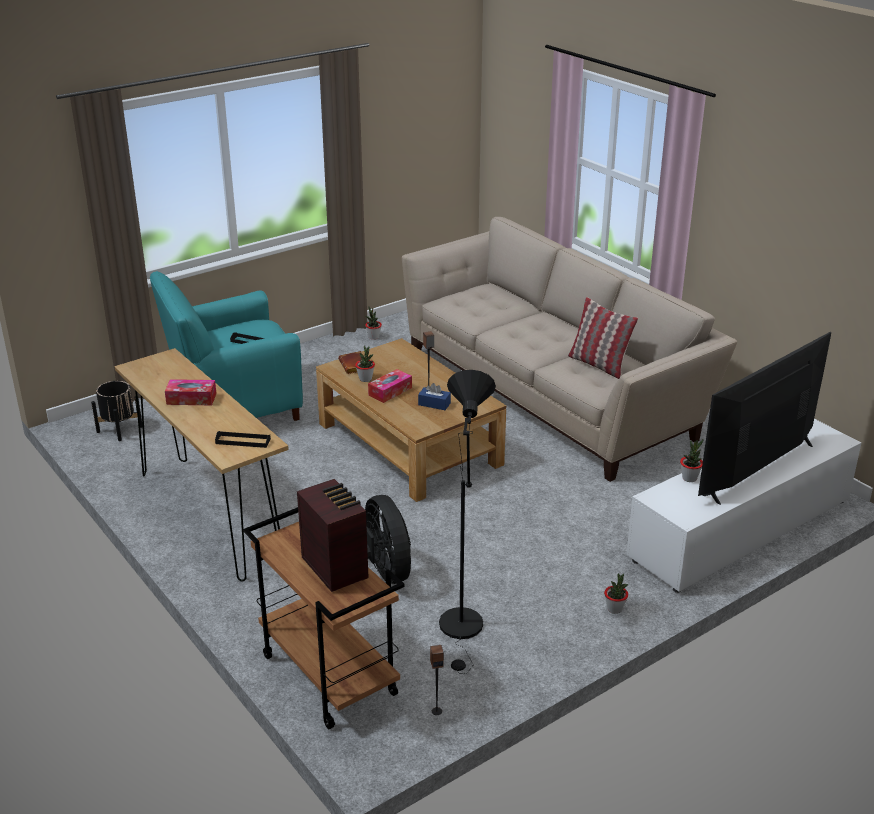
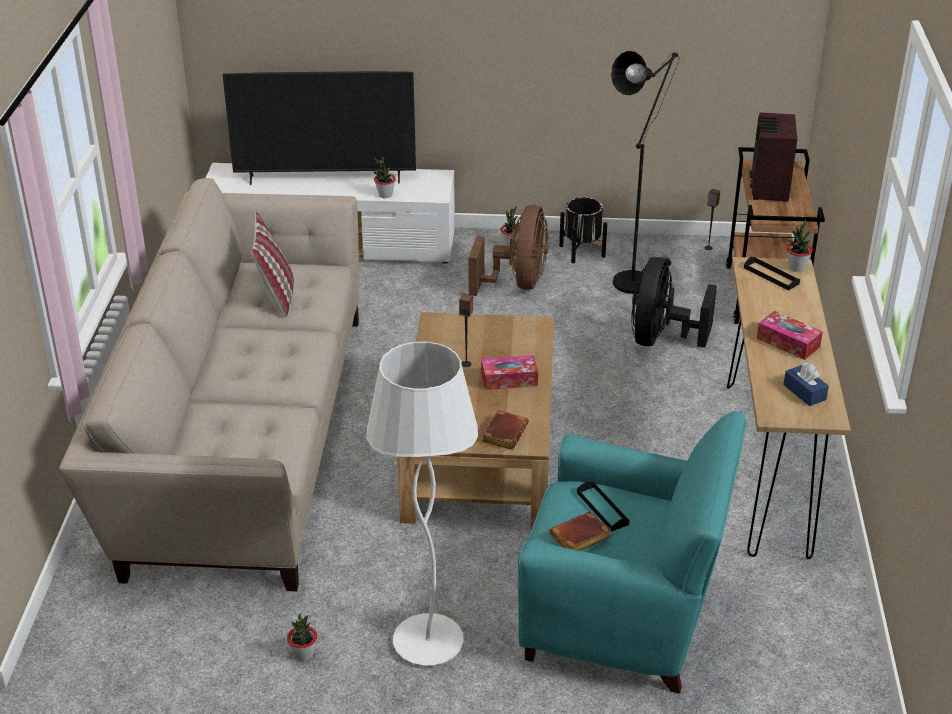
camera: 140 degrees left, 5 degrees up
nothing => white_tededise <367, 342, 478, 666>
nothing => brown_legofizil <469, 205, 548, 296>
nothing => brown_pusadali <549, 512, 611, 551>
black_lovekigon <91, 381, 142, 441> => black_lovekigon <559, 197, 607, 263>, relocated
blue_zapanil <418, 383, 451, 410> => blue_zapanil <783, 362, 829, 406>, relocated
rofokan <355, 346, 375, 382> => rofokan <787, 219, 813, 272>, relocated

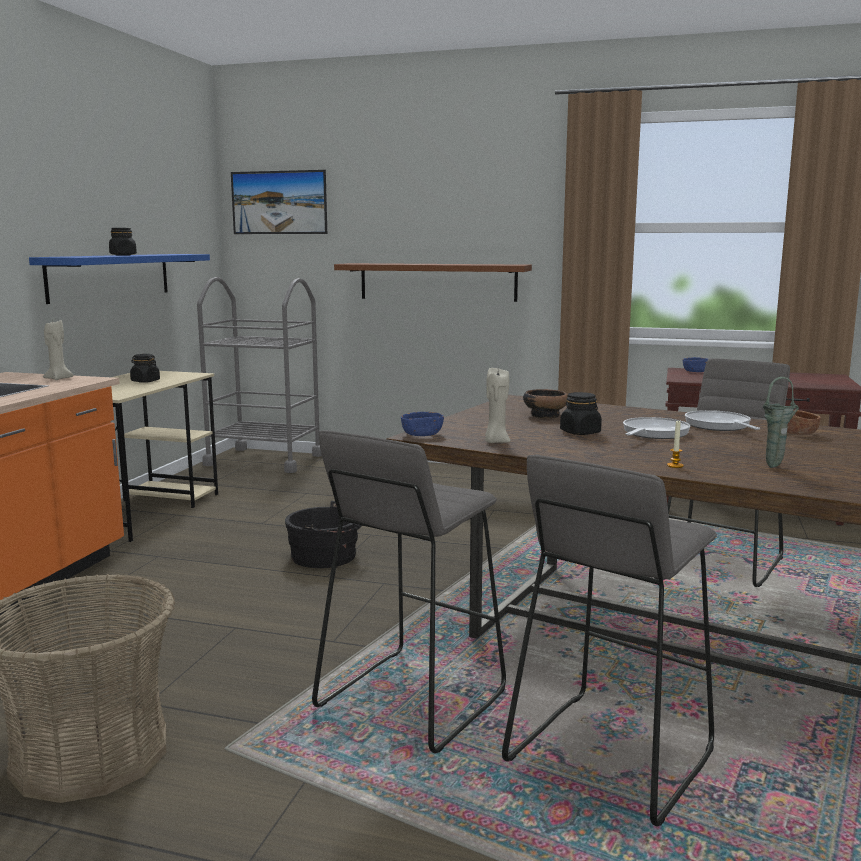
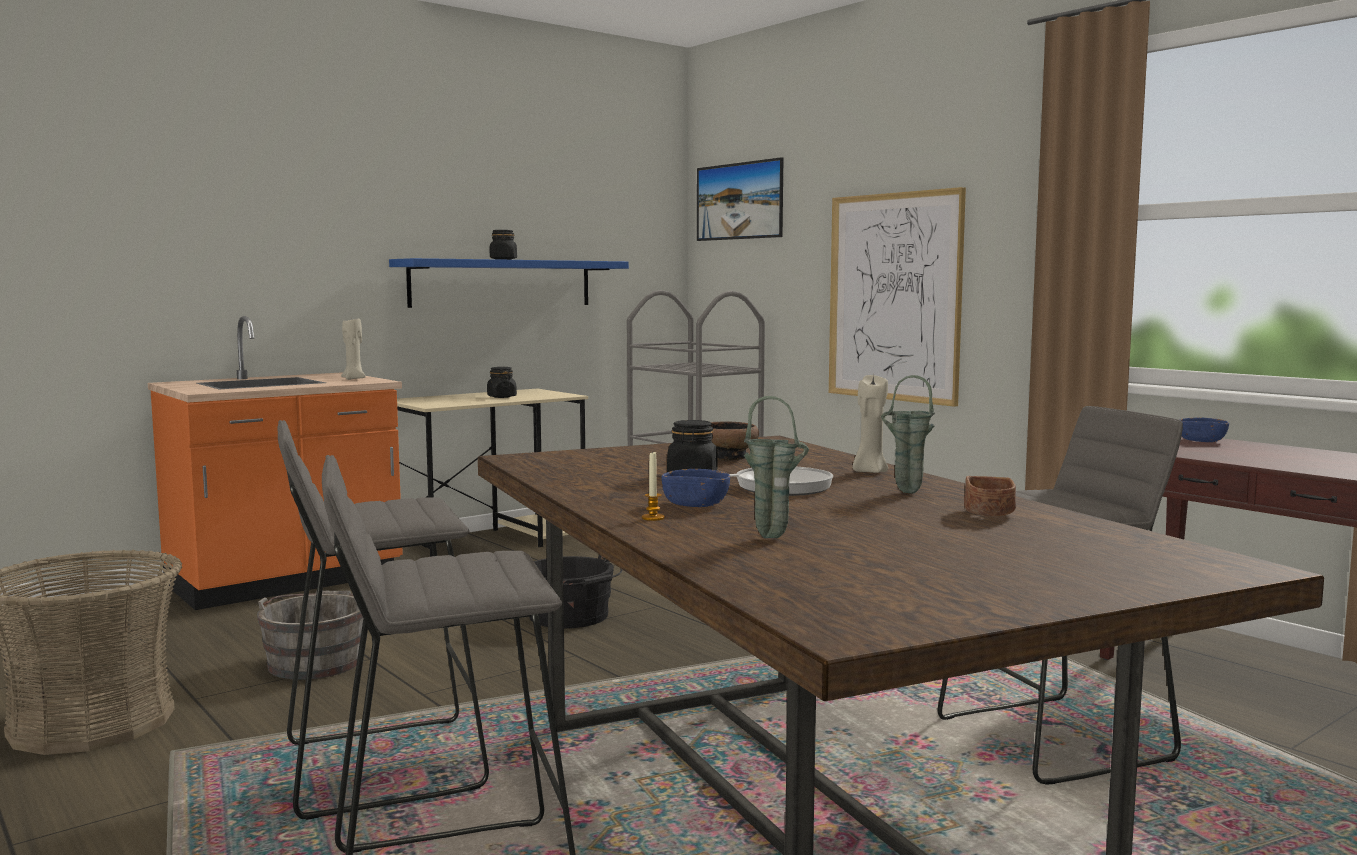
camera: 35 degrees right, 5 degrees down
nothing => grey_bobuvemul <257, 591, 363, 680>
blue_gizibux <401, 412, 444, 436> => blue_gizibux <662, 469, 730, 507>, relocated
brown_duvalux <334, 263, 532, 302> => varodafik <829, 187, 966, 407>
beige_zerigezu <485, 368, 511, 443> => beige_zerigezu <852, 374, 888, 473>, relocated
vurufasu <685, 410, 760, 431> => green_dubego <881, 375, 935, 493>

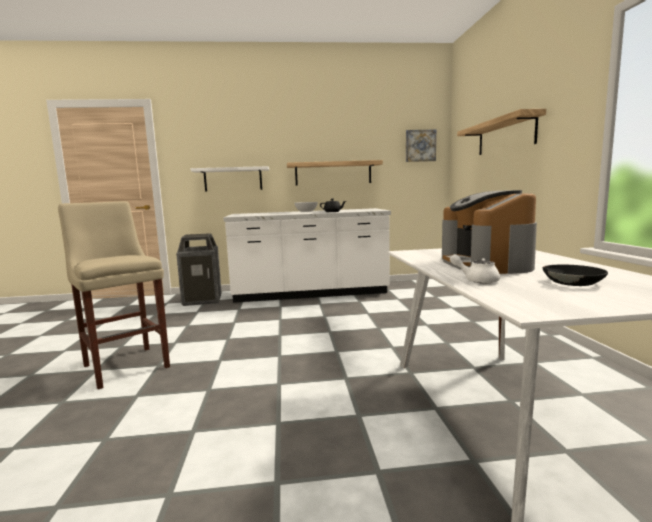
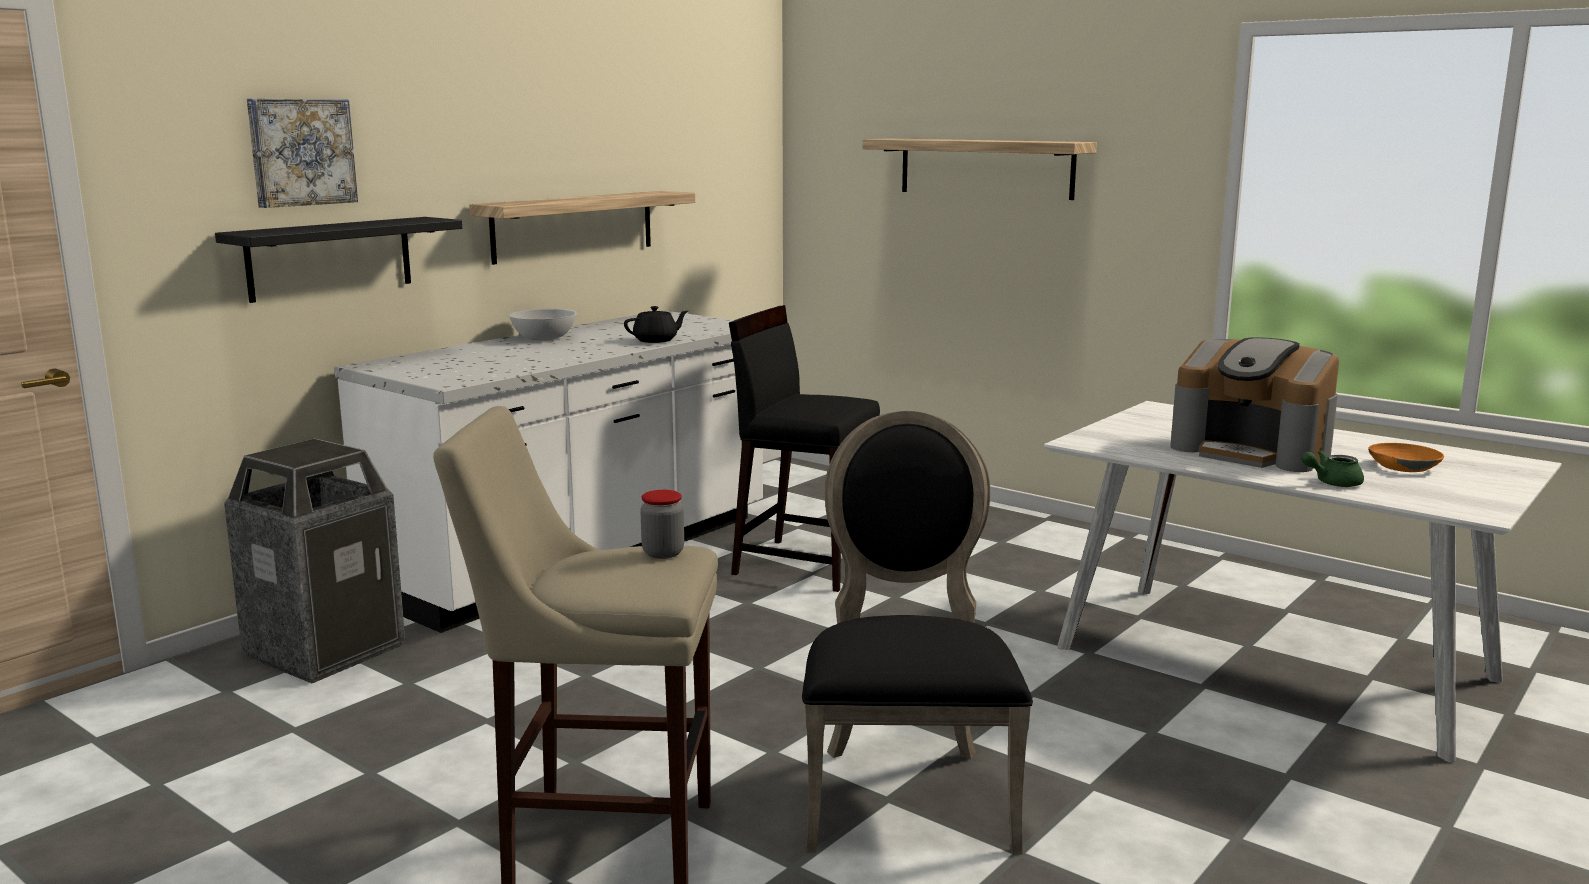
camera: 45 degrees left, 5 degrees up
white_duvalux <190, 166, 269, 192> => black_duvalux <215, 217, 462, 303>
varodafik <406, 130, 436, 162> => varodafik <247, 99, 358, 208>, relocated
nothing => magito <640, 490, 684, 559>
nothing => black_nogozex <729, 305, 880, 592>
nothing => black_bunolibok <802, 411, 1033, 855>
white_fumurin <450, 254, 500, 284> => green_fumurin <1301, 451, 1364, 487>
black_gizibux <543, 265, 608, 286> => orange_gizibux <1368, 443, 1444, 472>

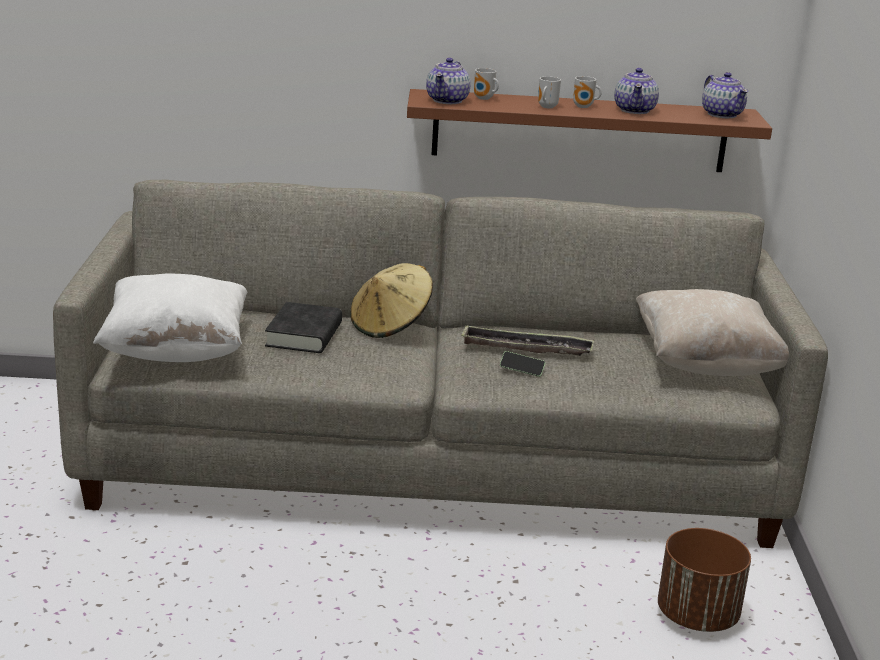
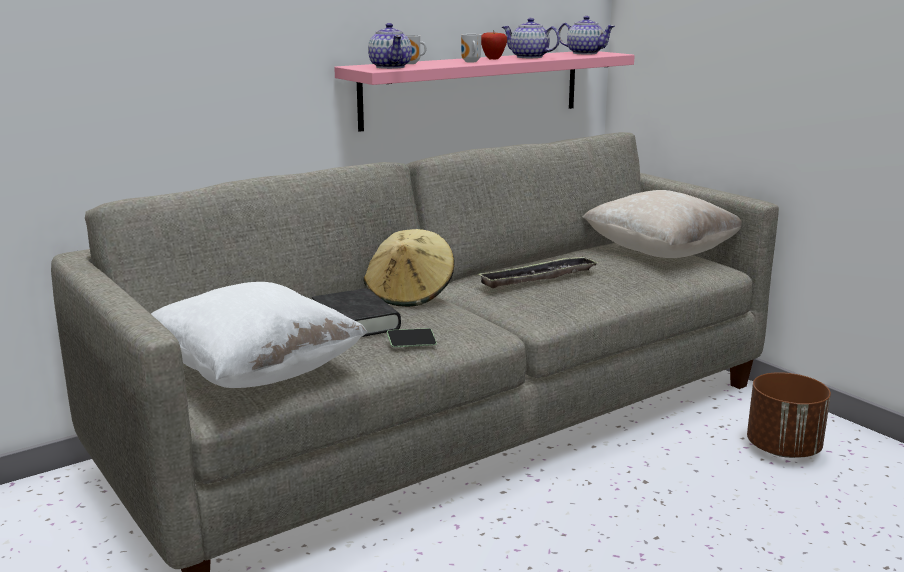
camera: 35 degrees left, 5 degrees down
brown_duvalux <407, 89, 772, 172> => pink_duvalux <334, 51, 635, 132>
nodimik <500, 351, 545, 377> => nodimik <387, 328, 437, 347>, relocated
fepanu <573, 76, 602, 108> => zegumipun <481, 30, 507, 59>
fumurin <614, 68, 659, 114> => fumurin <502, 18, 560, 58>, 150 degrees clockwise

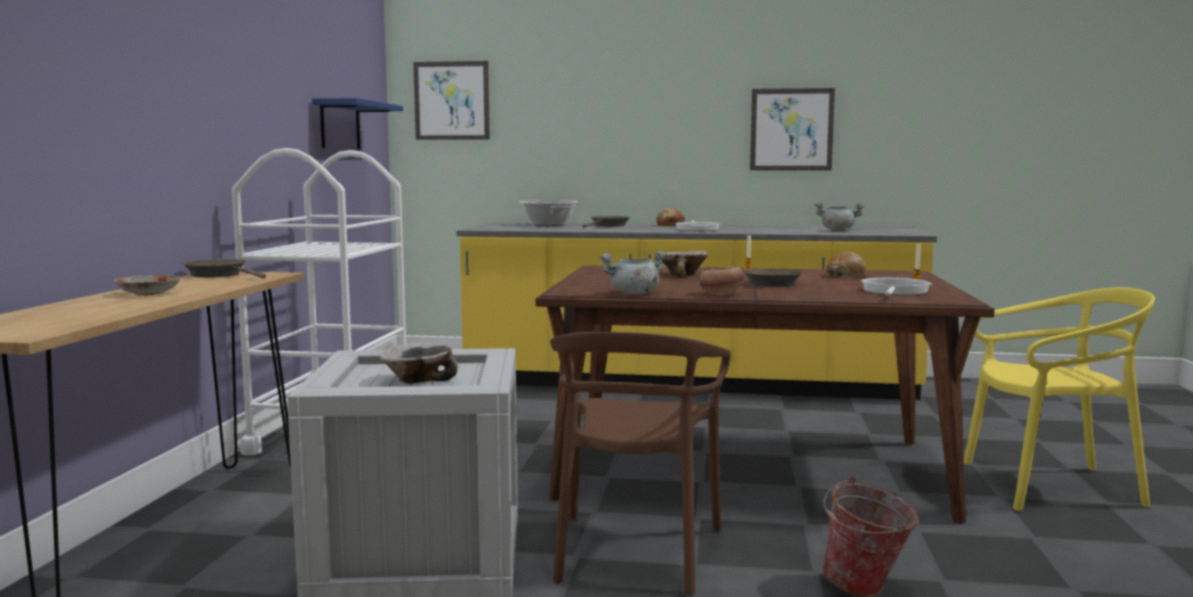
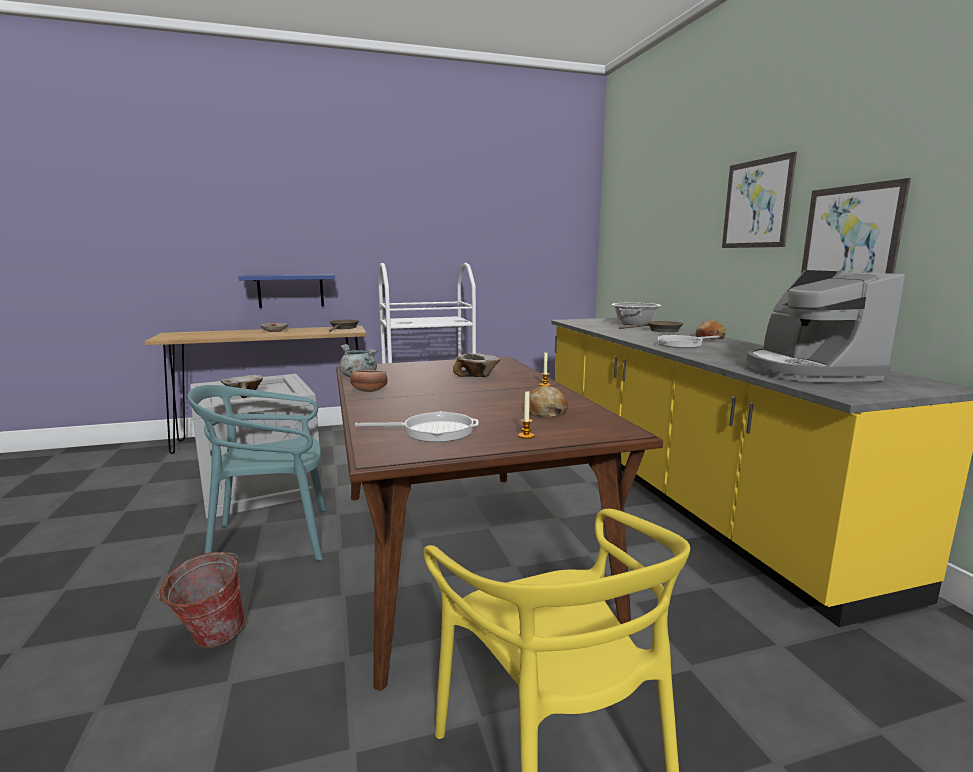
camera: 65 degrees right, 5 degrees up
brown_bunolibok <550, 332, 730, 595> => turquoise_bunolibok <187, 385, 326, 561>
blue_duvalux <312, 98, 403, 149> => blue_duvalux <238, 274, 335, 308>, relocated
varodafik <413, 61, 490, 140> => varodafik <722, 152, 797, 248>, relocated
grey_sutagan <815, 202, 865, 231> => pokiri <746, 270, 905, 382>
brown_vurufasu <743, 268, 803, 287> => nothing

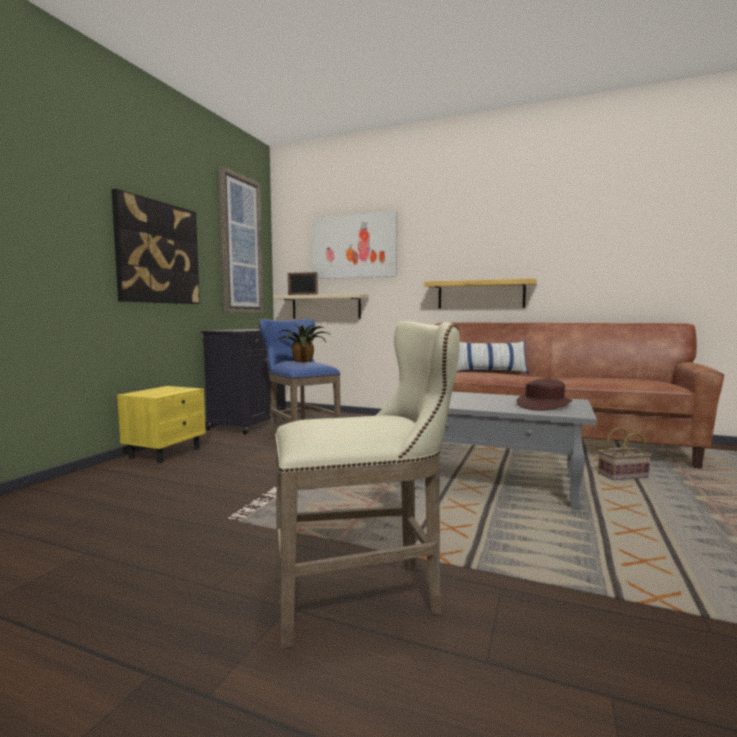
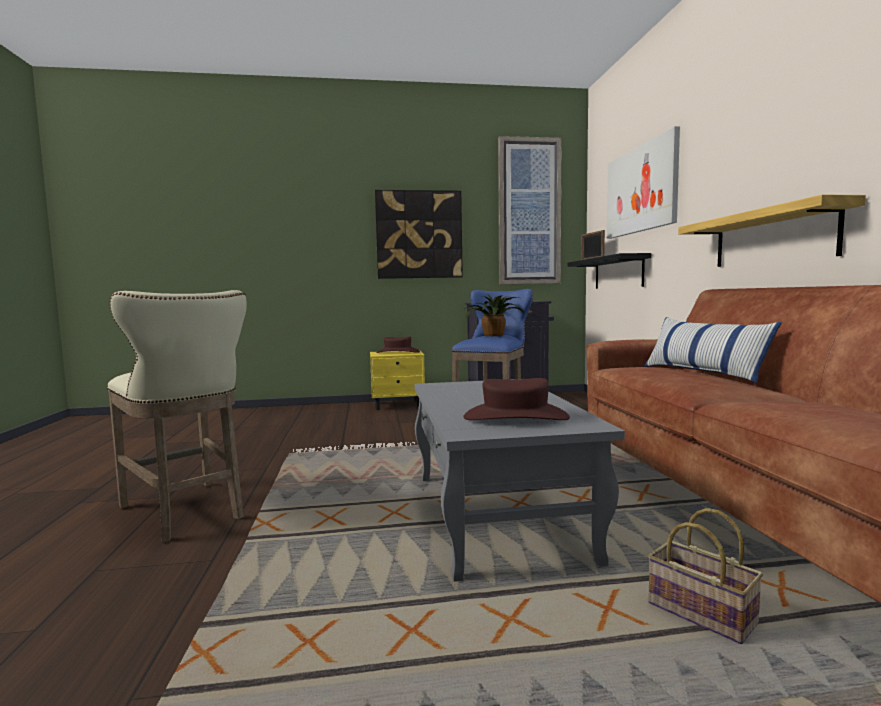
camera: 60 degrees right, 0 degrees up
nothing => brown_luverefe <376, 336, 420, 353>
beige_duvalux <274, 294, 369, 319> => black_duvalux <567, 253, 651, 289>

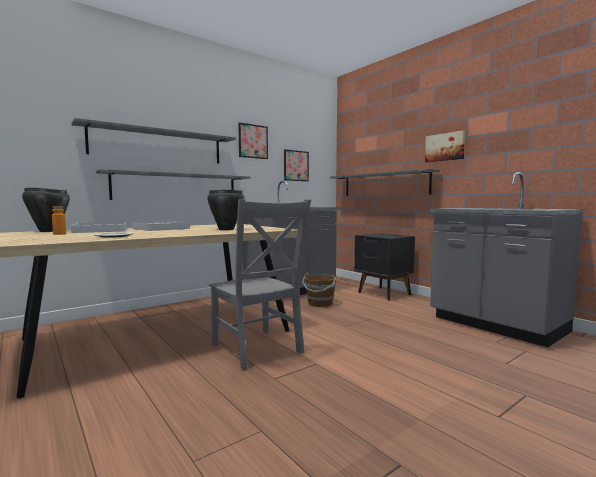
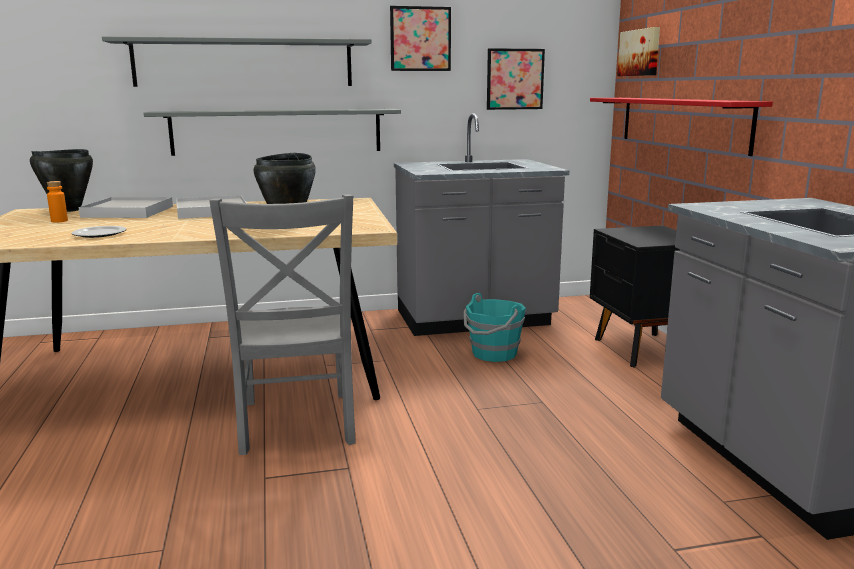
camera: 25 degrees right, 10 degrees up
brown_bobuvemul <302, 272, 337, 307> => turquoise_bobuvemul <463, 293, 526, 362>
grey_duvalux <330, 169, 440, 196> => red_duvalux <590, 98, 773, 156>
varodafik <425, 131, 465, 162> => varodafik <617, 27, 660, 76>, relocated

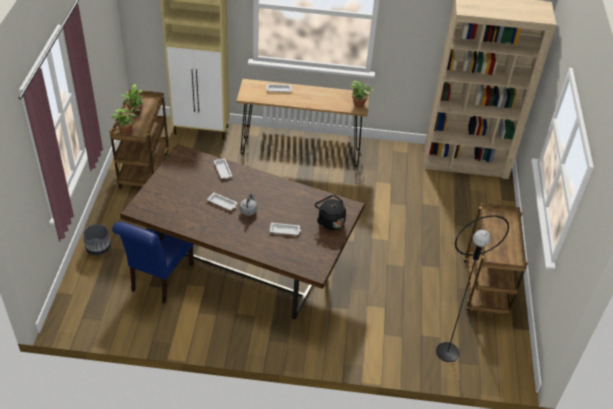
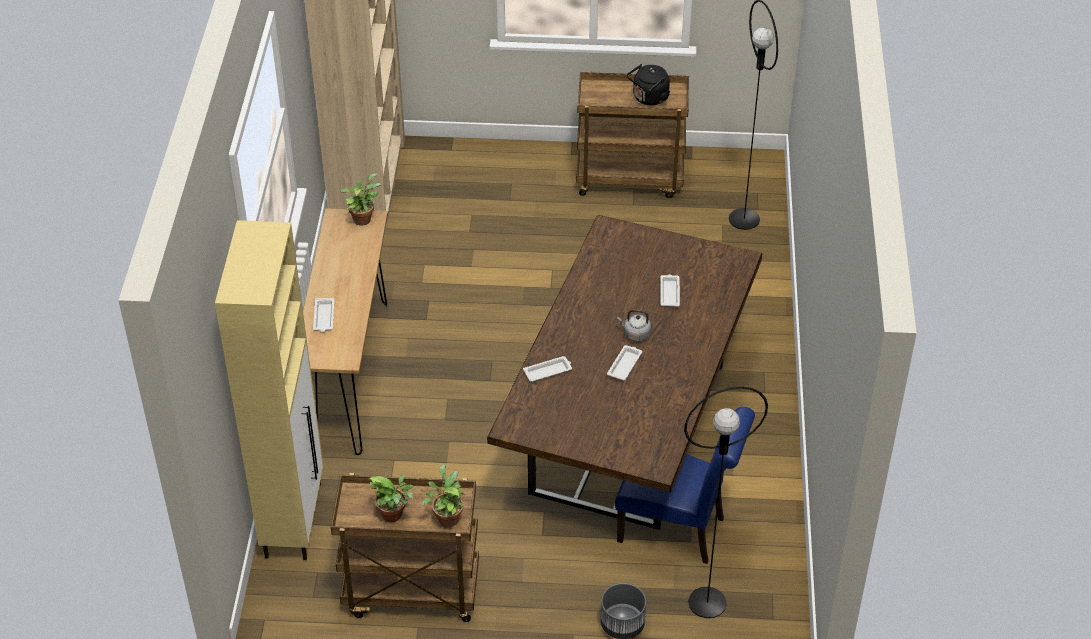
camera: 90 degrees left, 0 degrees up
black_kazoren <314, 195, 346, 230> => black_kazoren <627, 64, 670, 106>, relocated
nothing => black_tededise <684, 387, 768, 618>

